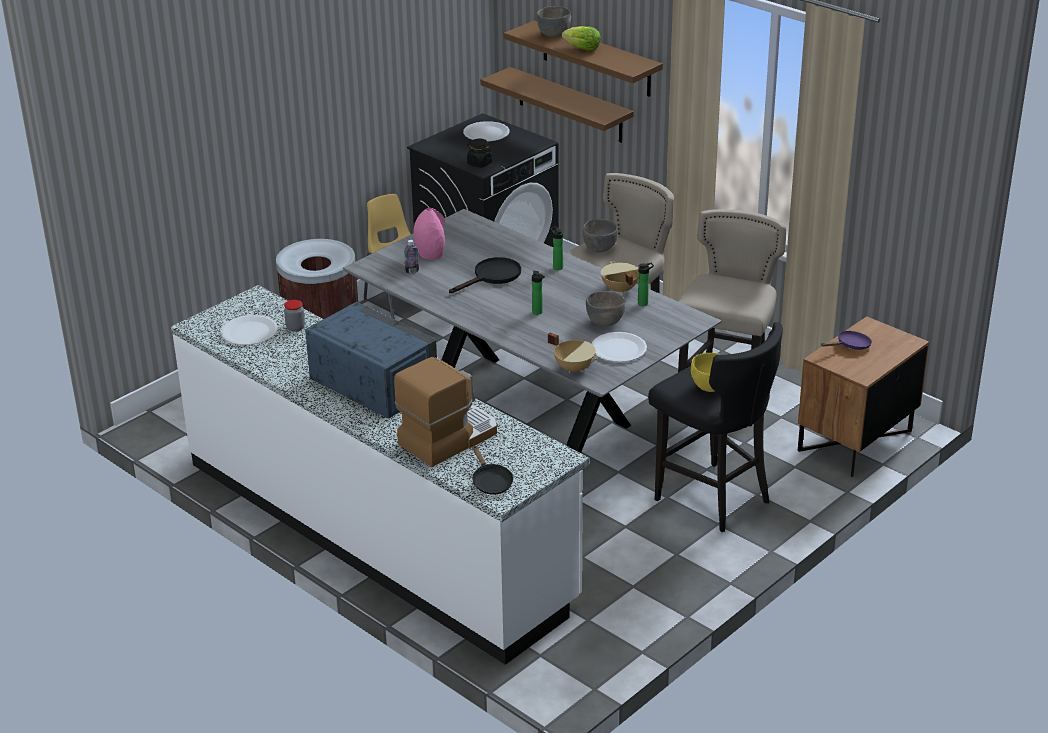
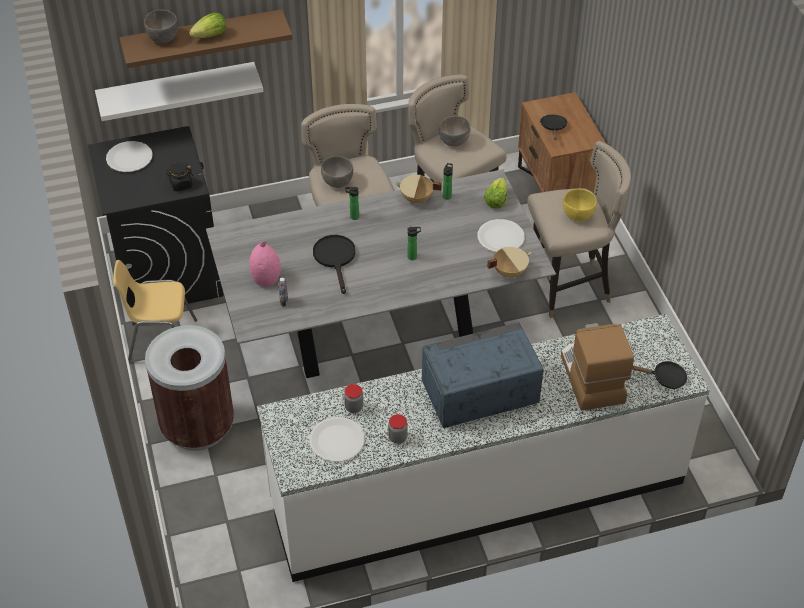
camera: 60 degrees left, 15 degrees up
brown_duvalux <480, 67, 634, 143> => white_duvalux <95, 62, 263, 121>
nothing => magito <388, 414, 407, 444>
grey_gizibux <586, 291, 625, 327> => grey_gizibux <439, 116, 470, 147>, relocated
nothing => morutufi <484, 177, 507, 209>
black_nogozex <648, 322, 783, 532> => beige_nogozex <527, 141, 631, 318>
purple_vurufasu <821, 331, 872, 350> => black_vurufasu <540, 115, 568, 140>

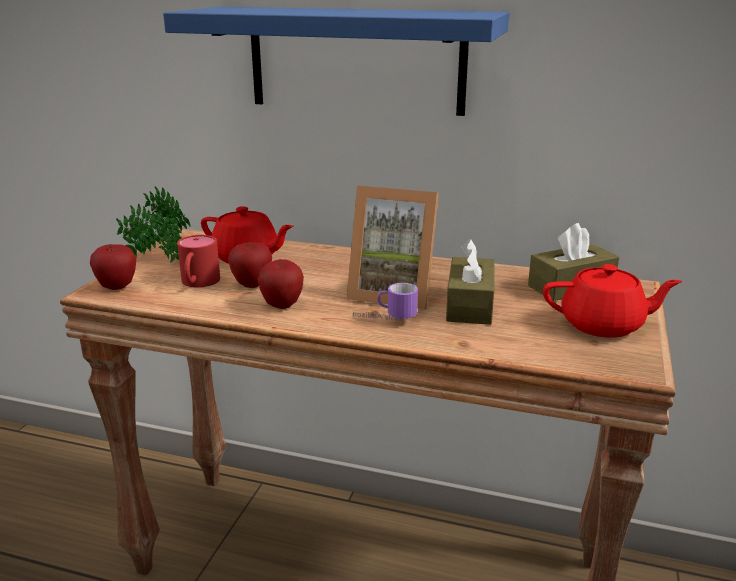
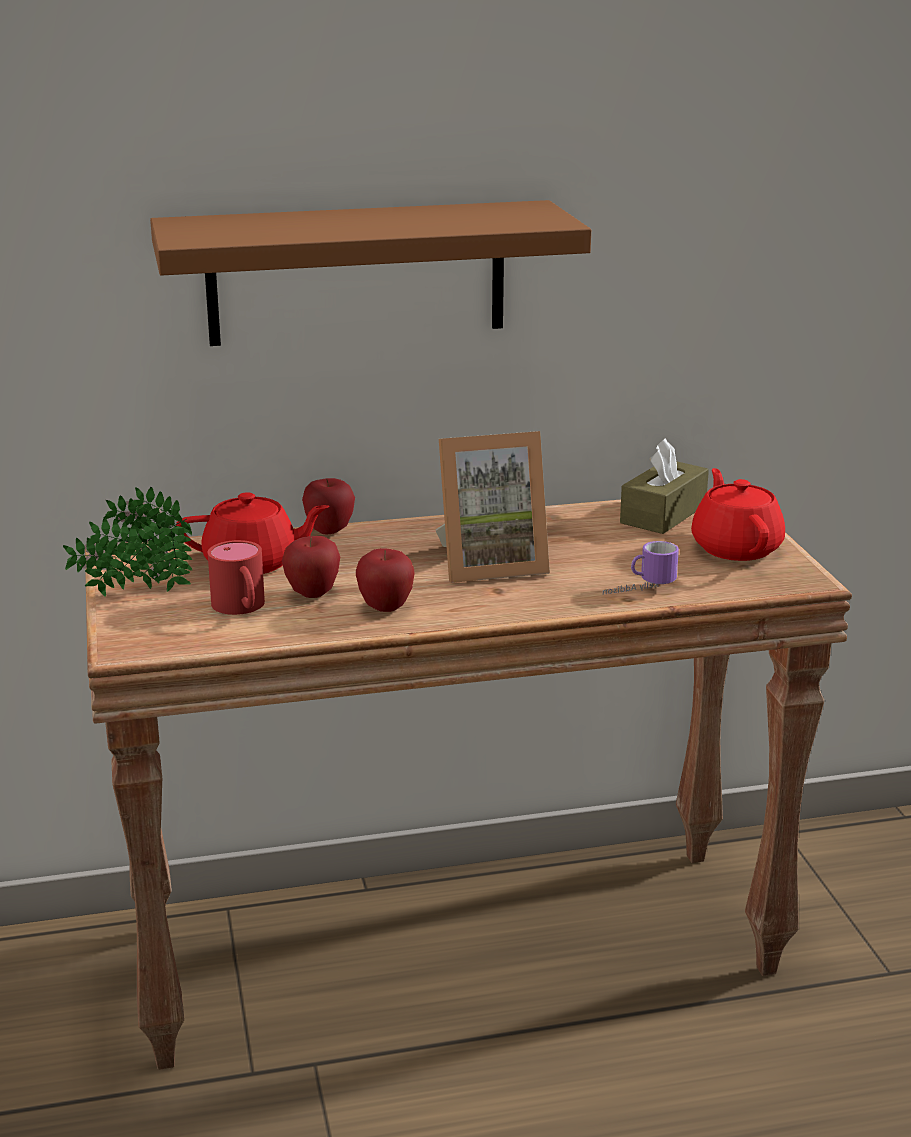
camera: 30 degrees left, 0 degrees up
blue_duvalux <163, 7, 509, 116> => brown_duvalux <150, 200, 591, 346>
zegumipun <90, 244, 136, 290> => zegumipun <302, 478, 355, 534>, relocated
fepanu <353, 283, 418, 321> => fepanu <603, 541, 679, 595>, relocated
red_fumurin <543, 264, 682, 338> => red_fumurin <691, 468, 785, 561>, 75 degrees counterclockwise
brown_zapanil <446, 239, 495, 325> => nothing

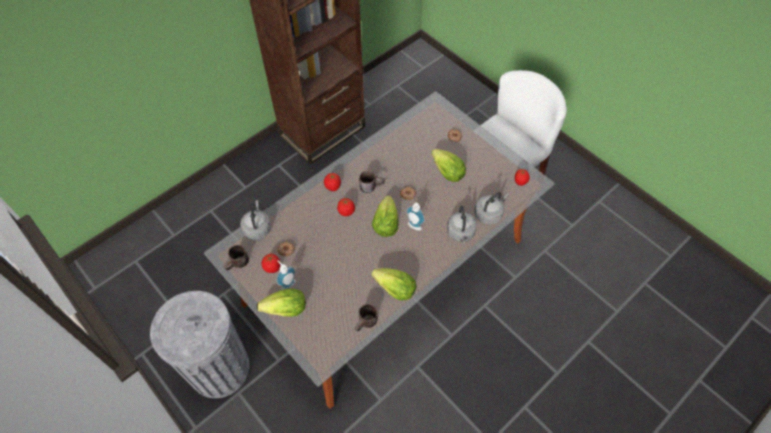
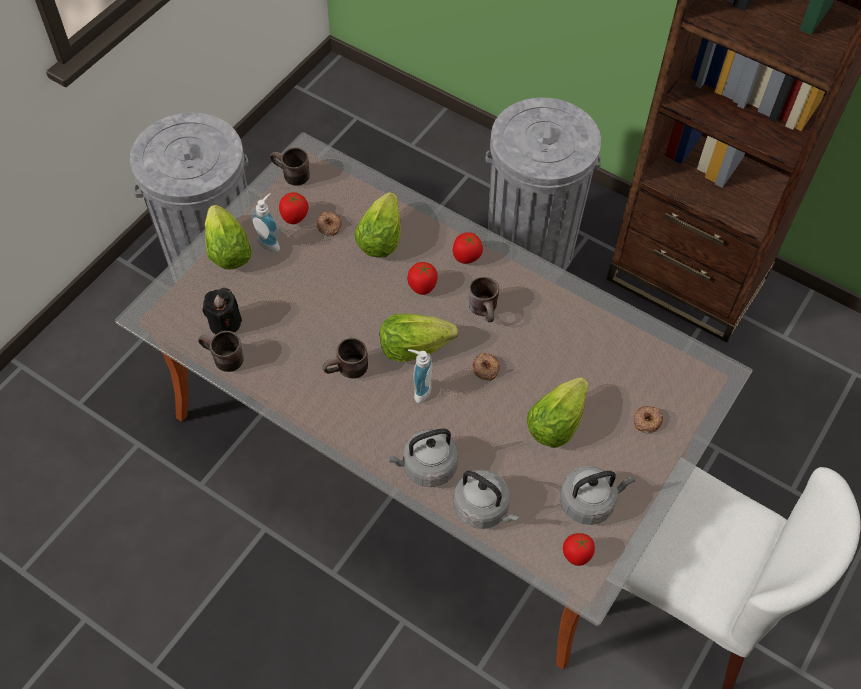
camera: 75 degrees right, 0 degrees up
nothing => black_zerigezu <202, 288, 242, 334>
nothing => brown_fepanu <322, 338, 368, 378>
morutufi <371, 268, 416, 300> => morutufi <354, 192, 401, 257>, relocated
nothing => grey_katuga <486, 98, 601, 270>
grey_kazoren <240, 200, 271, 240> => grey_kazoren <560, 466, 635, 525>, relocated

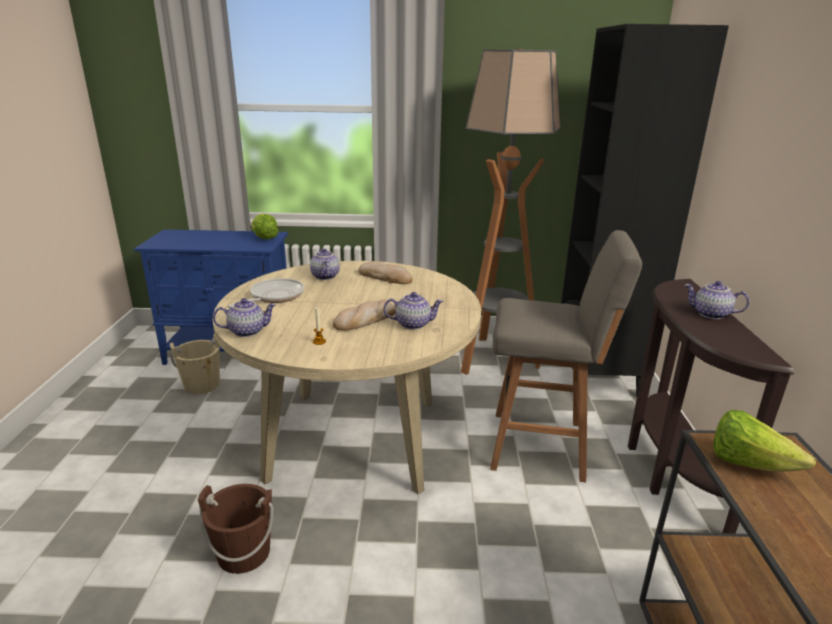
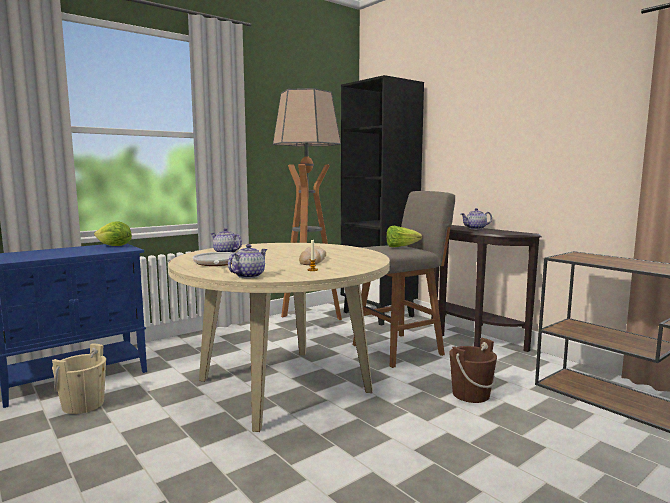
camera: 40 degrees left, 15 degrees down
morutufi <713, 410, 816, 472> => morutufi <386, 226, 423, 247>, relocated
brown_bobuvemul <198, 484, 273, 574> => brown_bobuvemul <449, 338, 497, 403>, relocated
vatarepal <358, 261, 413, 284> => nothing
fumurin <383, 292, 444, 330> => nothing

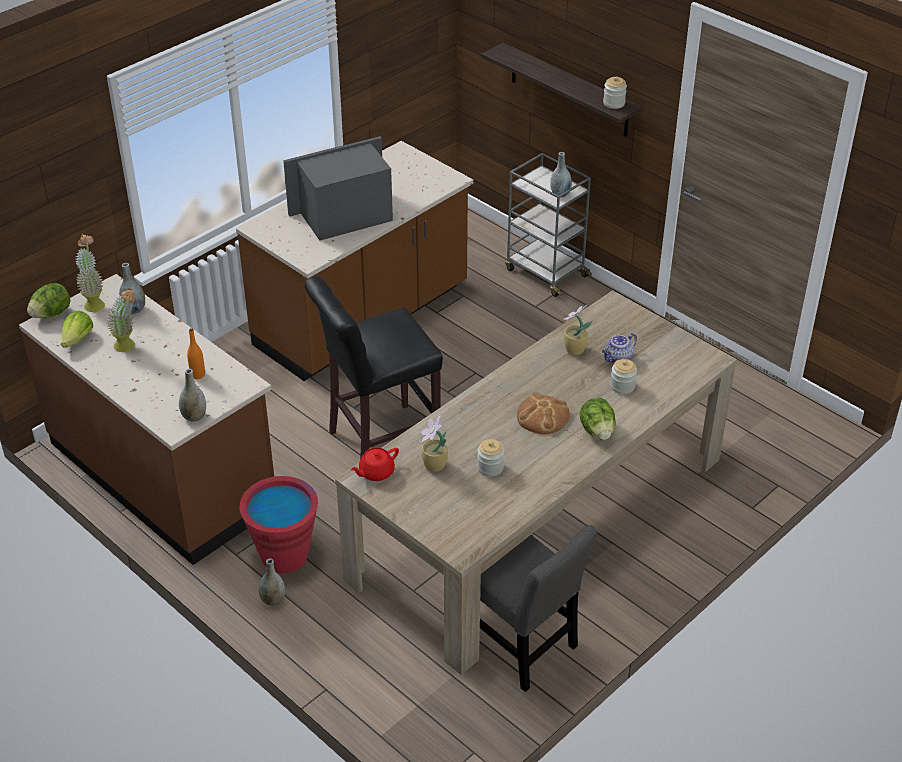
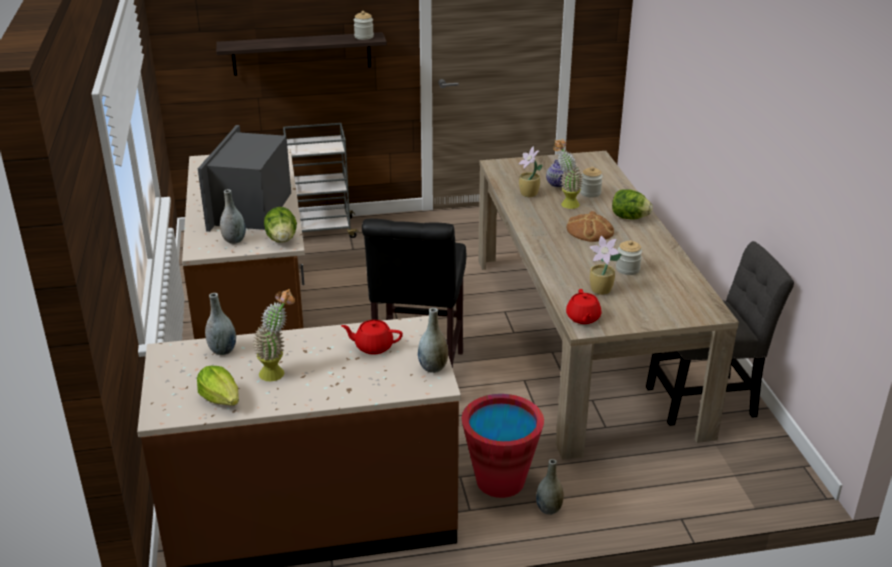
camera: 55 degrees left, 10 degrees down
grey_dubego <550, 152, 572, 197> => grey_dubego <220, 189, 246, 244>, relocated
morutufi <27, 283, 70, 318> => morutufi <264, 207, 297, 243>, relocated
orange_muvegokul <187, 328, 205, 379> => red_fumurin <341, 320, 403, 355>
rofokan <75, 234, 105, 312> => rofokan <553, 139, 583, 209>, relocated

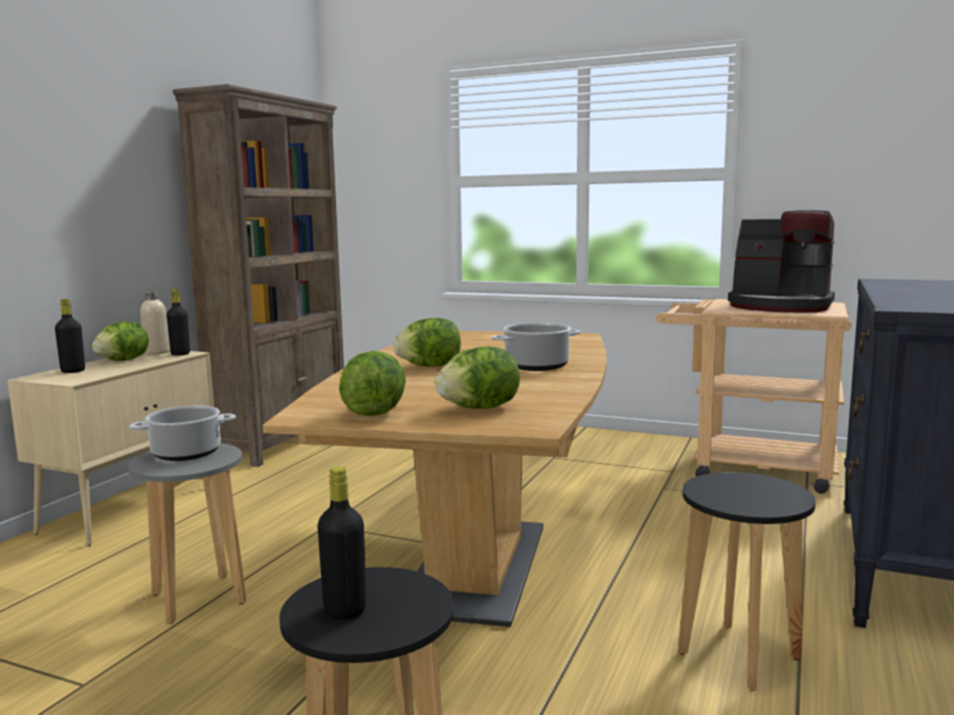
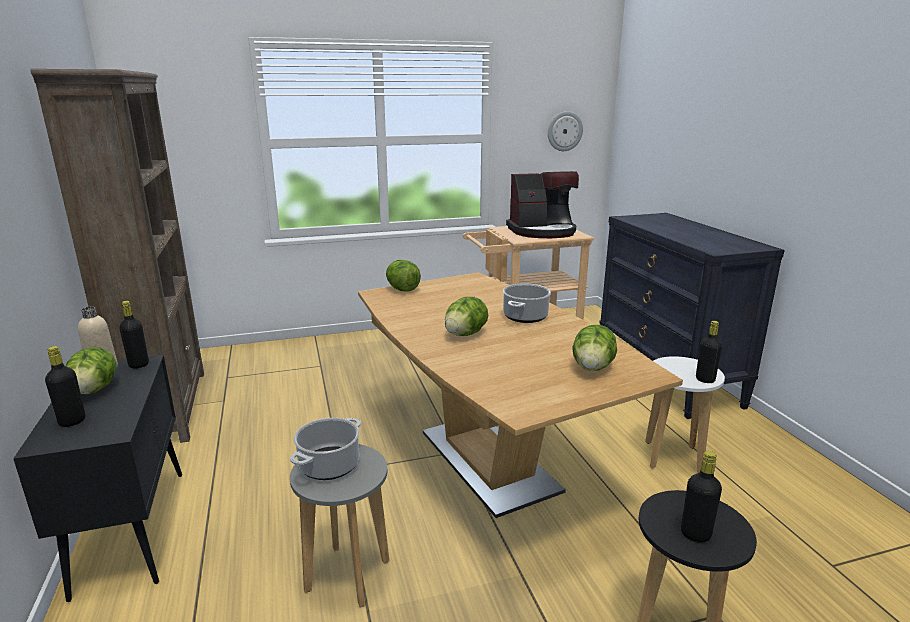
camera: 40 degrees left, 10 degrees up
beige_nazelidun <7, 351, 214, 546> => black_nazelidun <13, 355, 182, 602>
morutufi <339, 351, 406, 416> => morutufi <386, 260, 421, 291>, relocated
nothing => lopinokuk <548, 111, 583, 151>
black_nogozex <678, 472, 816, 691> => white_nogozex <645, 356, 725, 473>
nothing => black_muvegokul <696, 321, 722, 383>

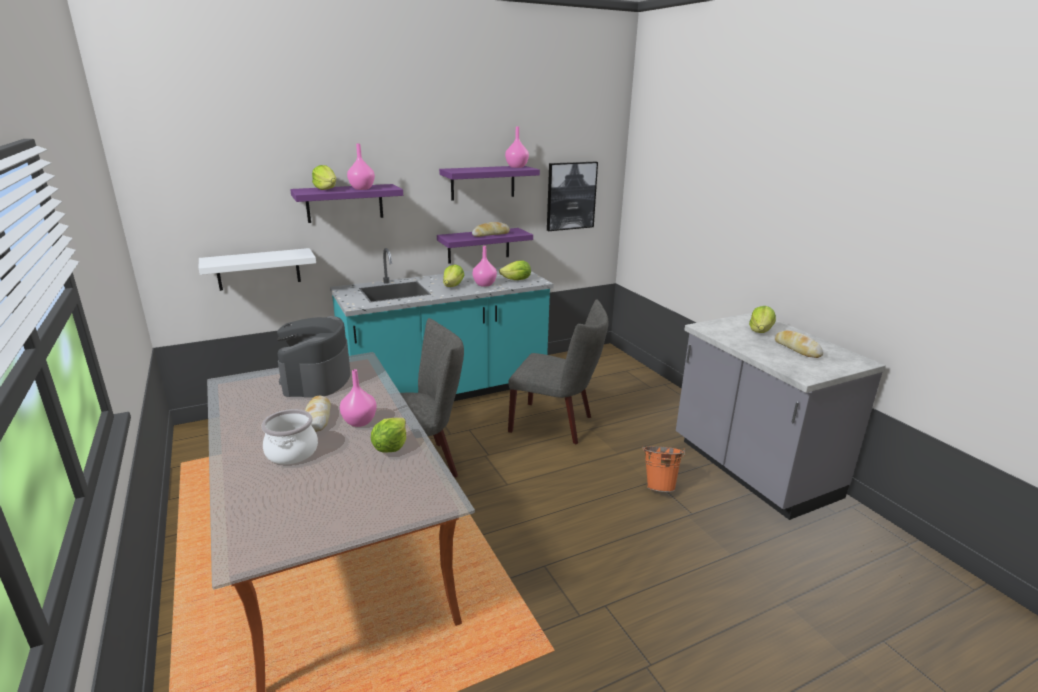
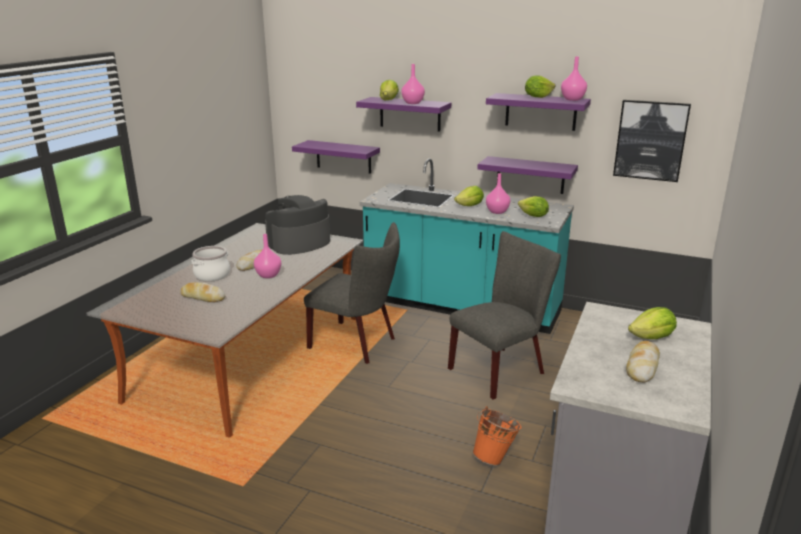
camera: 50 degrees right, 0 degrees up
vatarepal <472, 222, 510, 237> => vatarepal <180, 282, 225, 302>, relocated
white_duvalux <199, 248, 316, 291> => purple_duvalux <292, 140, 380, 174>
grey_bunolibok <508, 300, 609, 444> => grey_bunolibok <448, 231, 561, 400>, 105 degrees counterclockwise
morutufi <371, 418, 406, 452> => morutufi <525, 76, 555, 98>, relocated

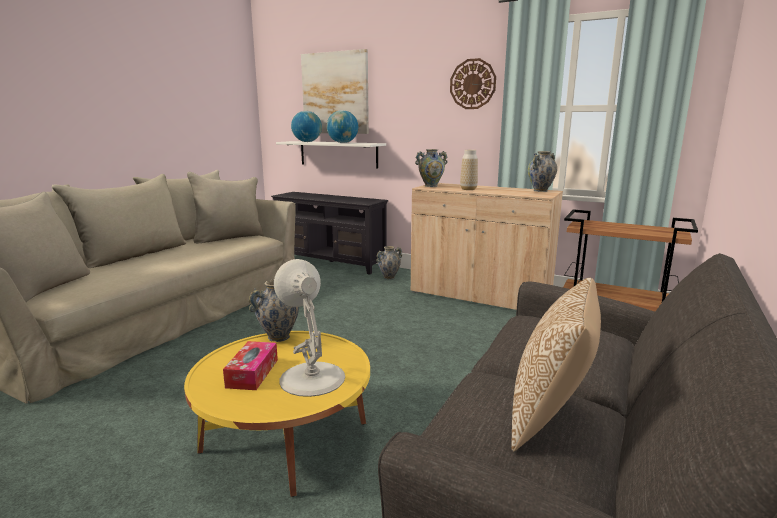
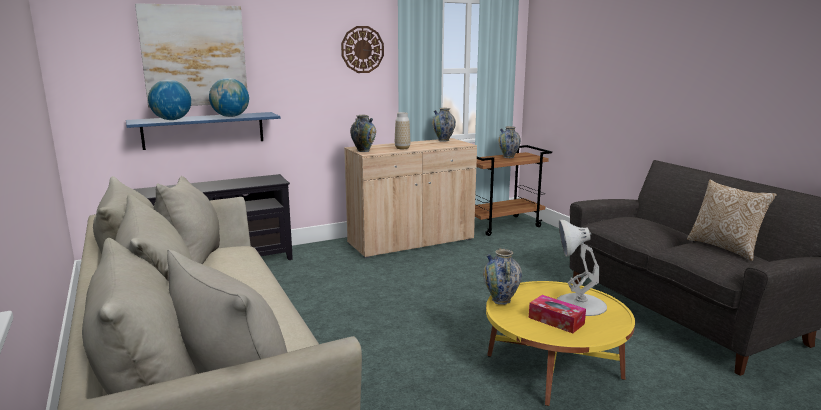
camera: 55 degrees left, 0 degrees up
white_duvalux <276, 141, 386, 168> => blue_duvalux <126, 112, 280, 150>
dubego <376, 246, 402, 279> => dubego <498, 126, 521, 158>, relocated

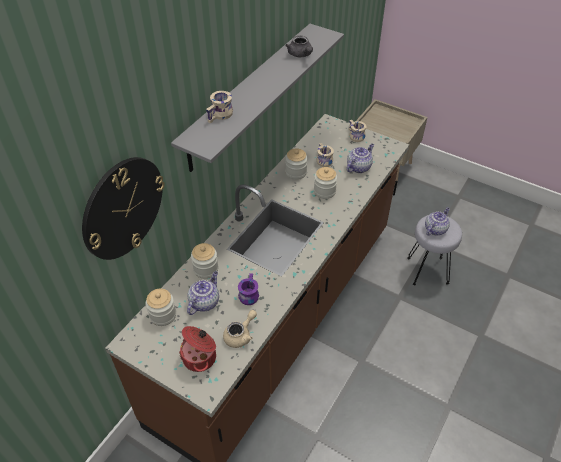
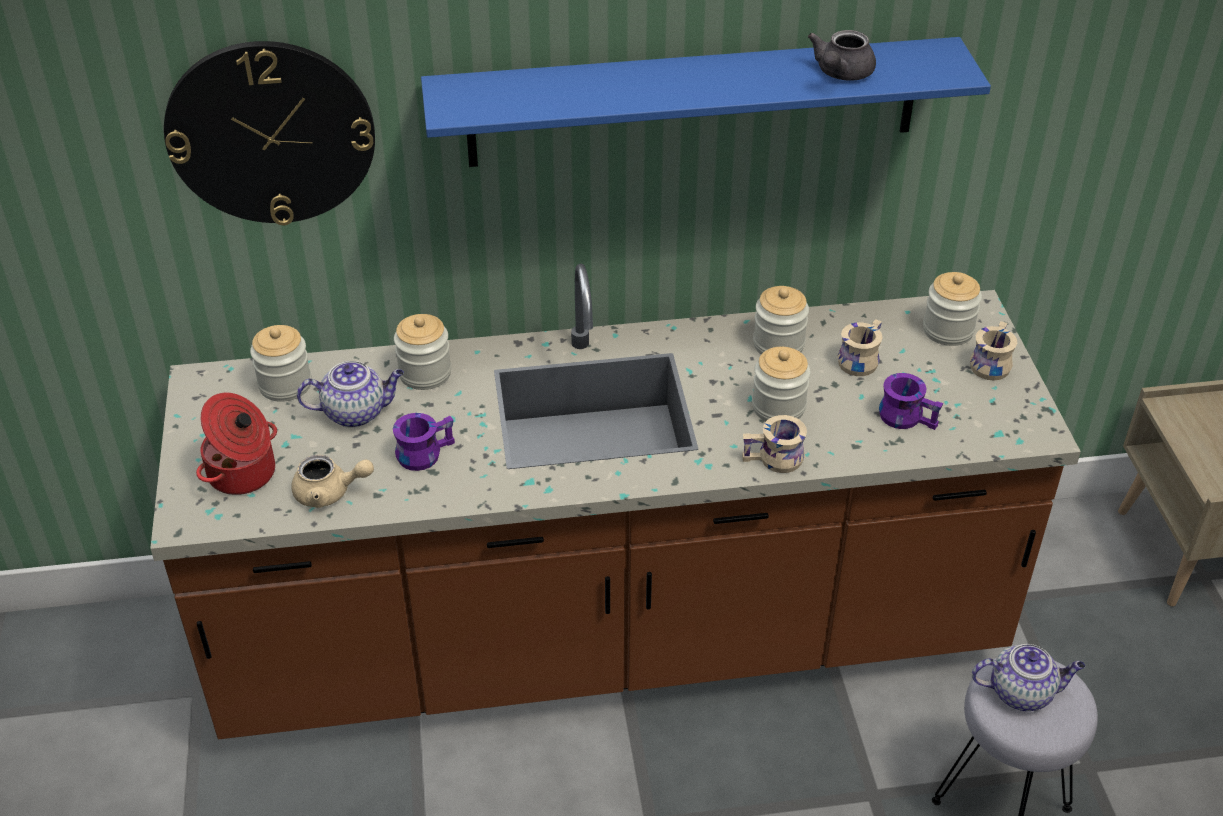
camera: 50 degrees right, 5 degrees down
grey_duvalux <171, 24, 344, 172> => blue_duvalux <421, 37, 991, 167>
beige_fepanu <206, 91, 233, 123> => beige_fepanu <742, 415, 807, 473>, relocated
fumurin <346, 143, 374, 173> => purple_fepanu <879, 373, 943, 430>
nothing => magito <923, 272, 982, 346>

